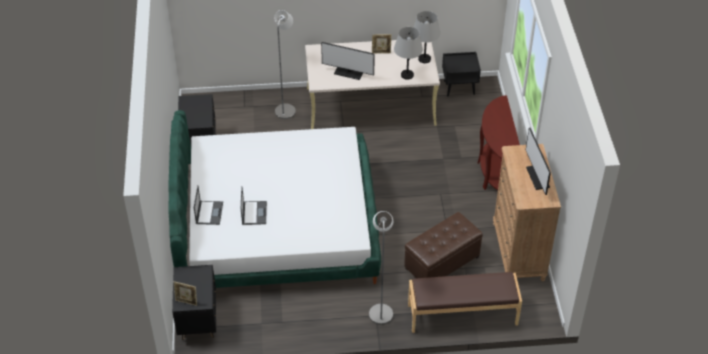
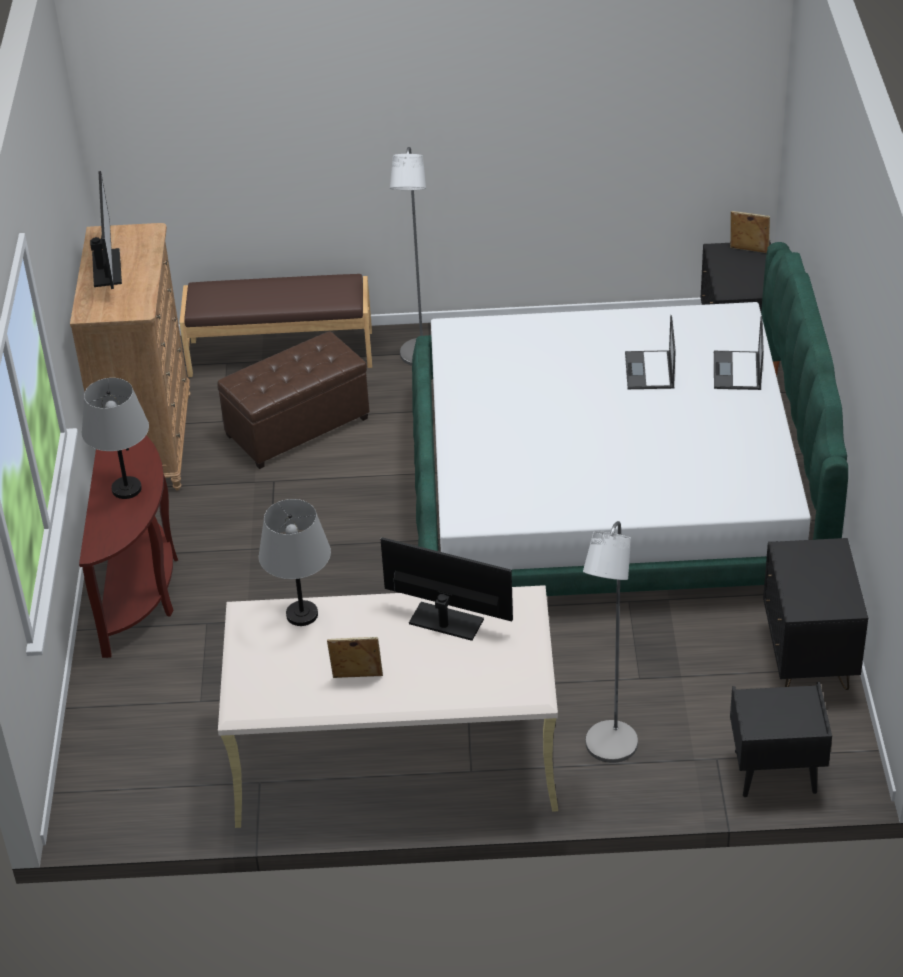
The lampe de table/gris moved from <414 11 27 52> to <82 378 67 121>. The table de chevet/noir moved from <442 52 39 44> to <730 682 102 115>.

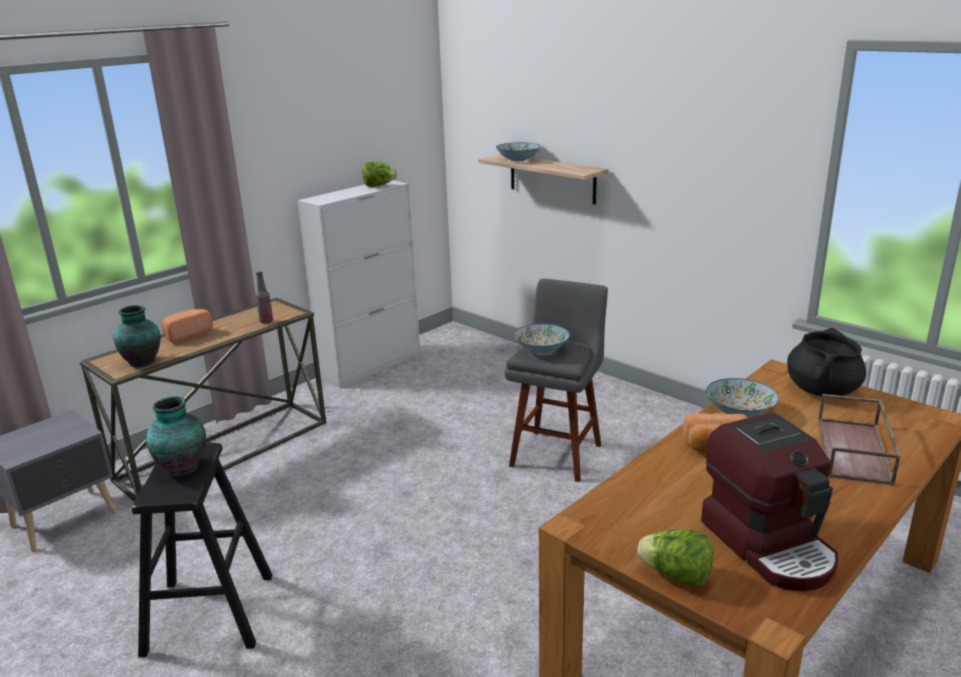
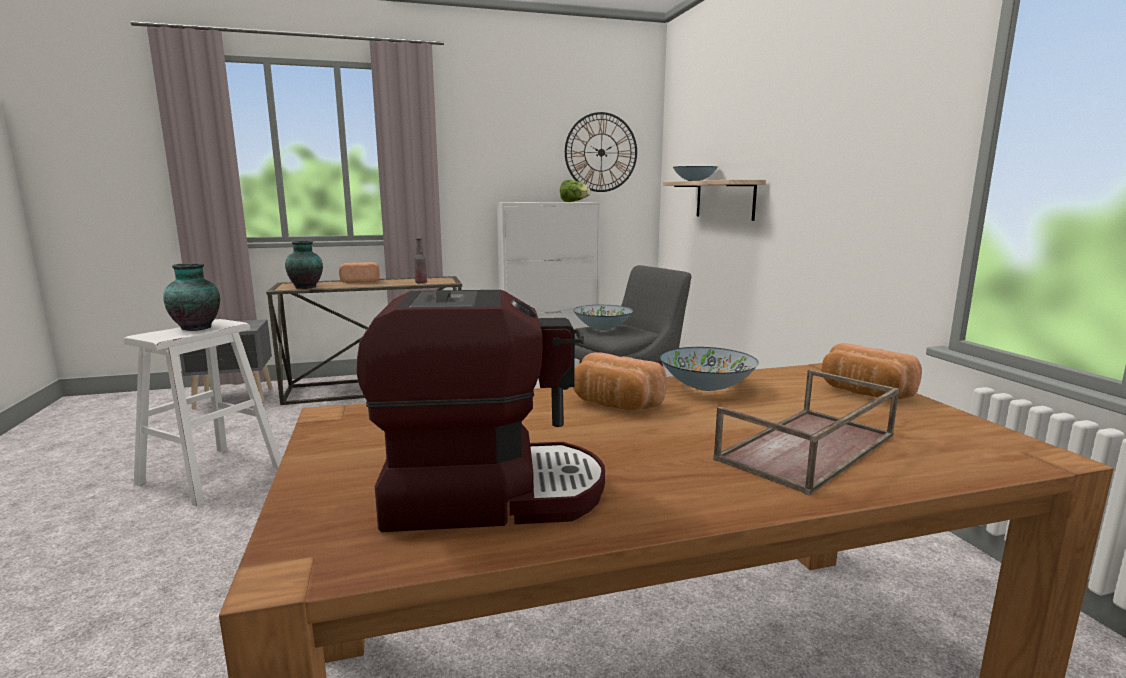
The tabouret/noir at <132 443 140 214> became the tabouret/blanc at <123 319 159 188>. The laitue at <638 530 75 57> disappeared. The machine à café at <701 413 137 178> turned 105 degrees counterclockwise. The marmite/noir at <787 328 79 68> was replaced by the pain at <822 343 100 56>. The horloge murale at <565 112 72 80> appeared.

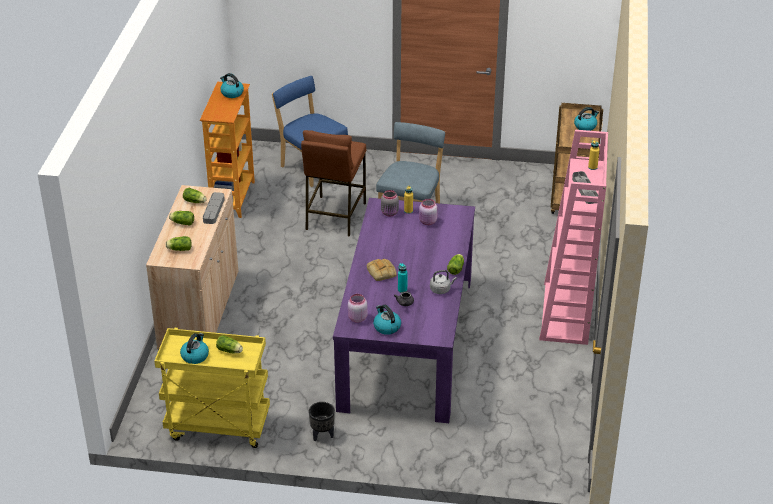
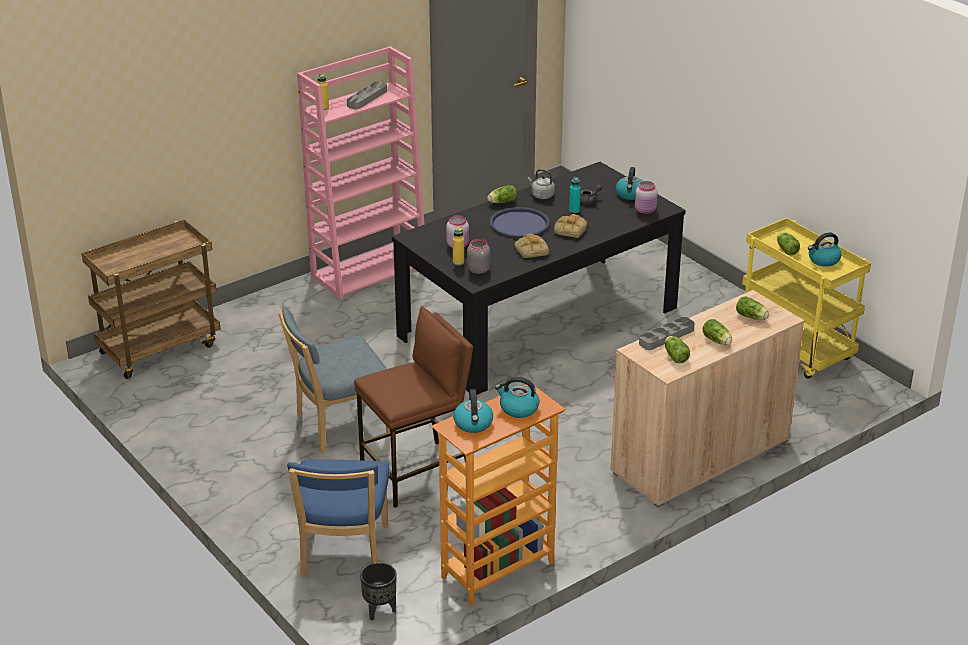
The cache-pot/noir moved from <309 402 26 39> to <360 562 37 59>. The table à manger/violet at <333 198 142 225> became the table à manger/noir at <392 162 294 233>. The bouilloire moved from <574 107 25 24> to <495 377 45 41>. The plateau/bleu at <490 207 60 31> appeared. The pain at <515 234 34 24> appeared.

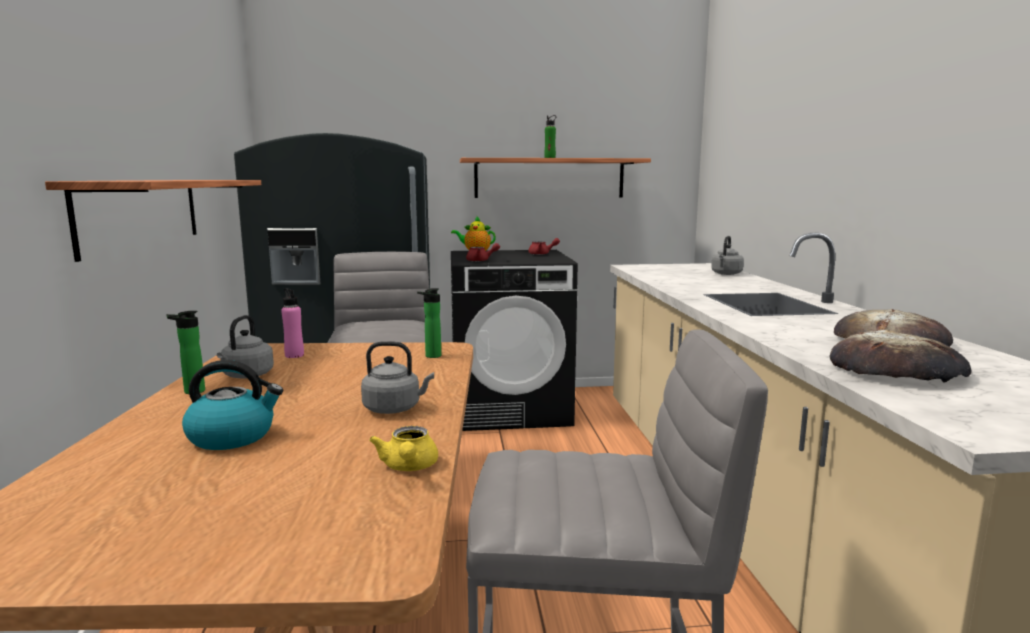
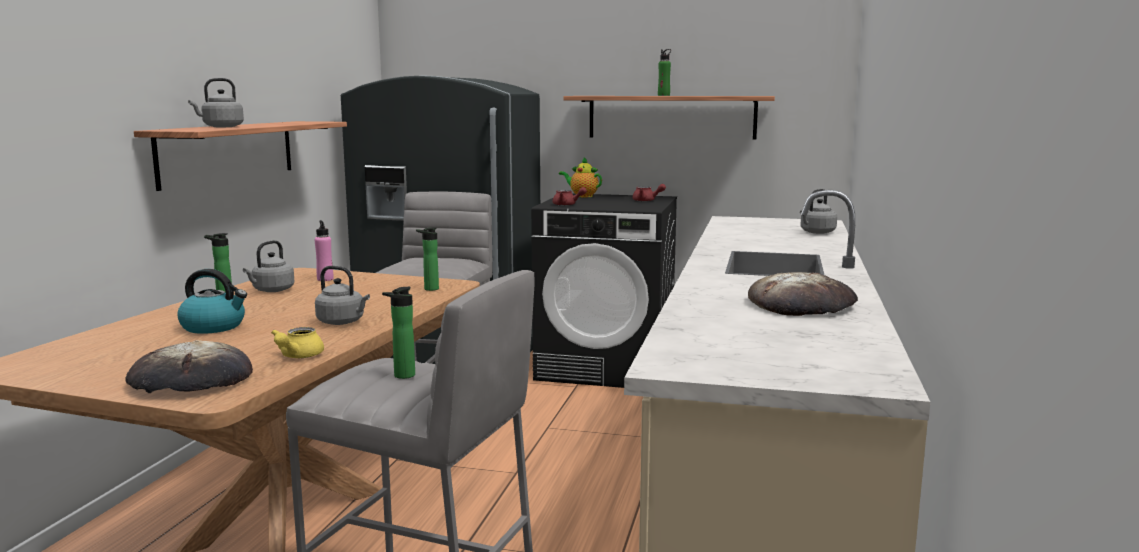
The pain moved from <830 330 142 52> to <125 340 128 53>. The bouilloire/gris at <188 78 56 49> appeared. The bouteille at <382 287 33 92> appeared.

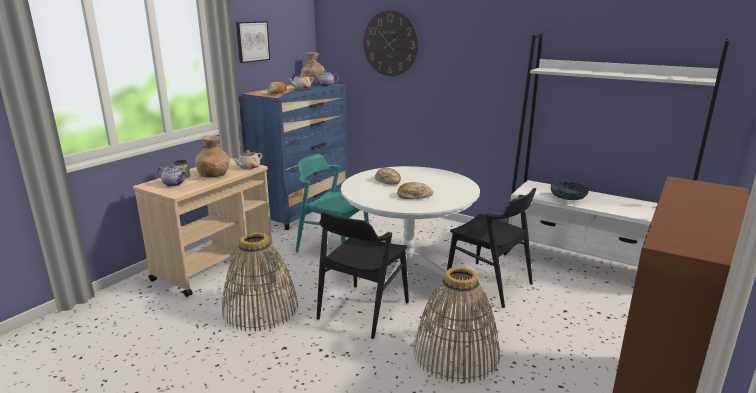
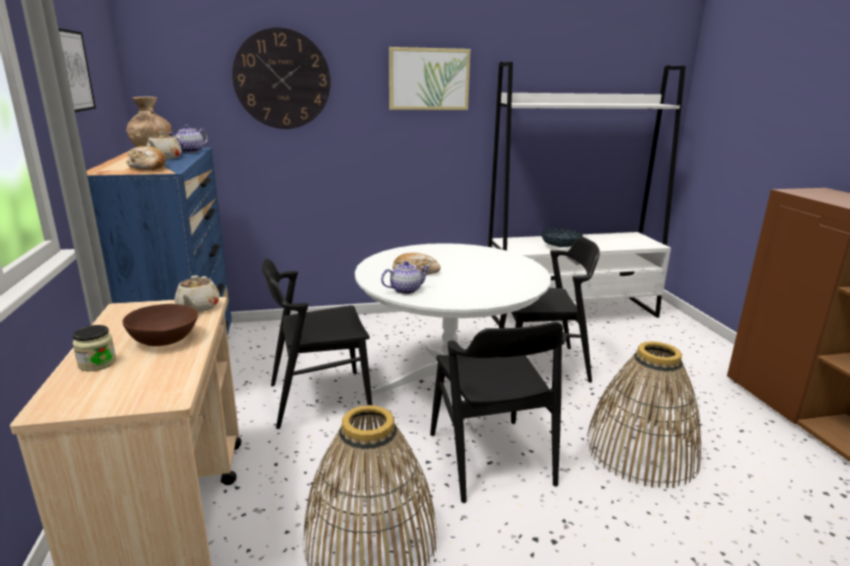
The théière moved from <157 164 29 23> to <381 261 49 33>. The vase/marron at <195 136 35 42> was replaced by the bol/marron at <123 304 75 42>. The chaise/turquoise at <296 154 73 99> became the chaise/noir at <262 258 110 171>. The pain at <397 182 36 17> disappeared. The tableau at <389 47 82 63> appeared.

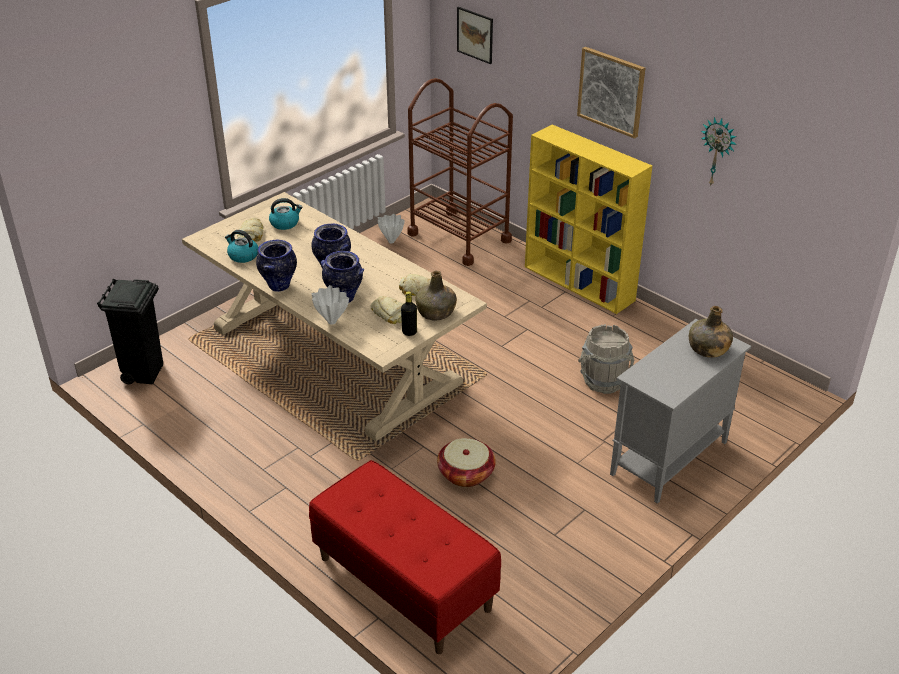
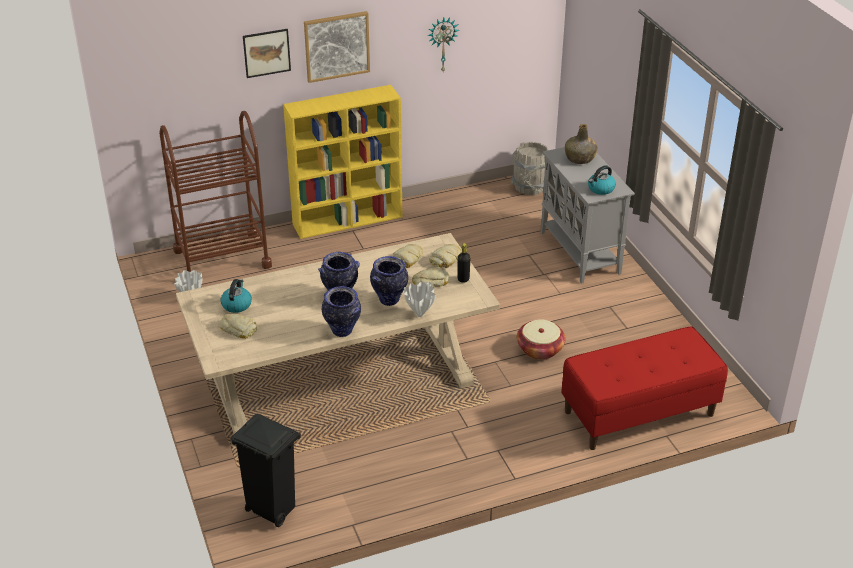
The bouilloire moved from <225 230 33 33> to <588 165 28 30>. The bouteille/vert at <416 271 41 50> was replaced by the pain at <429 244 32 24>. The tableau moved from <457 7 36 57> to <243 29 48 49>. The seau/gris moved from <578 324 56 70> to <511 142 37 53>.

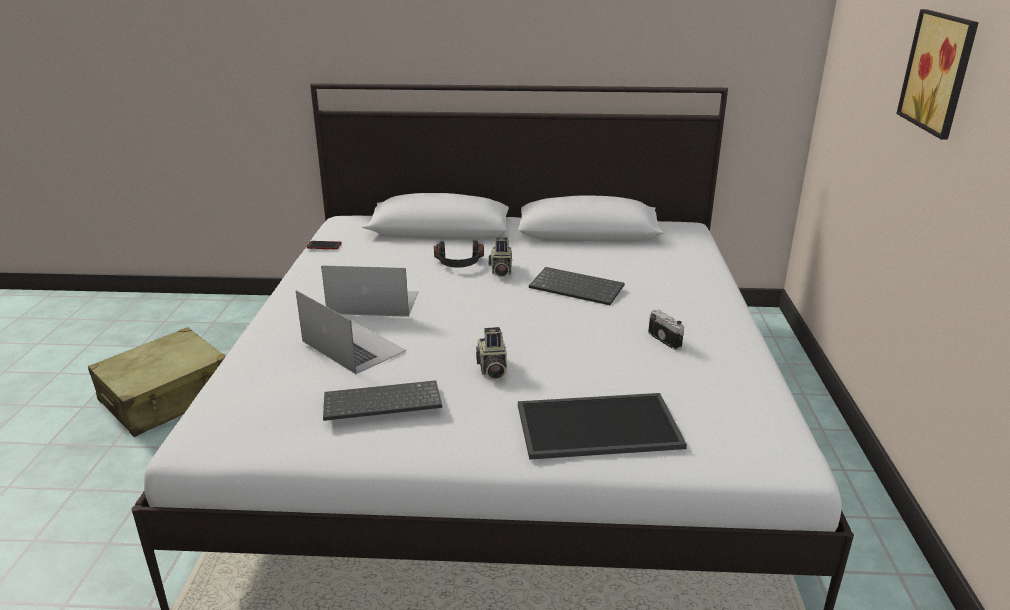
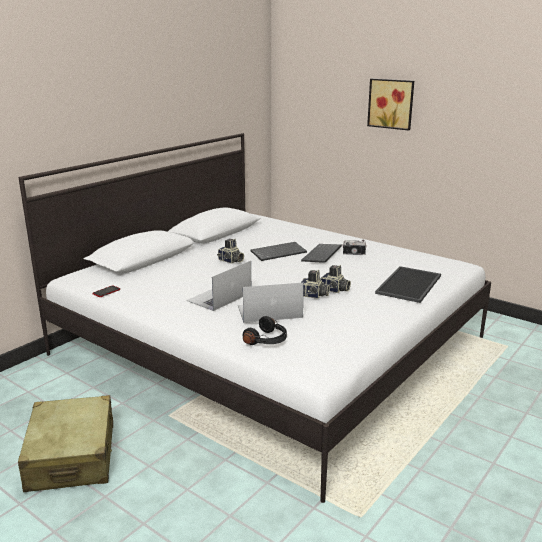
The clavier moved from <323 380 119 41> to <301 244 41 19>. The casque audio/noir moved from <434 240 50 28> to <243 316 44 29>. The appareil photo at <301 270 29 29> appeared.

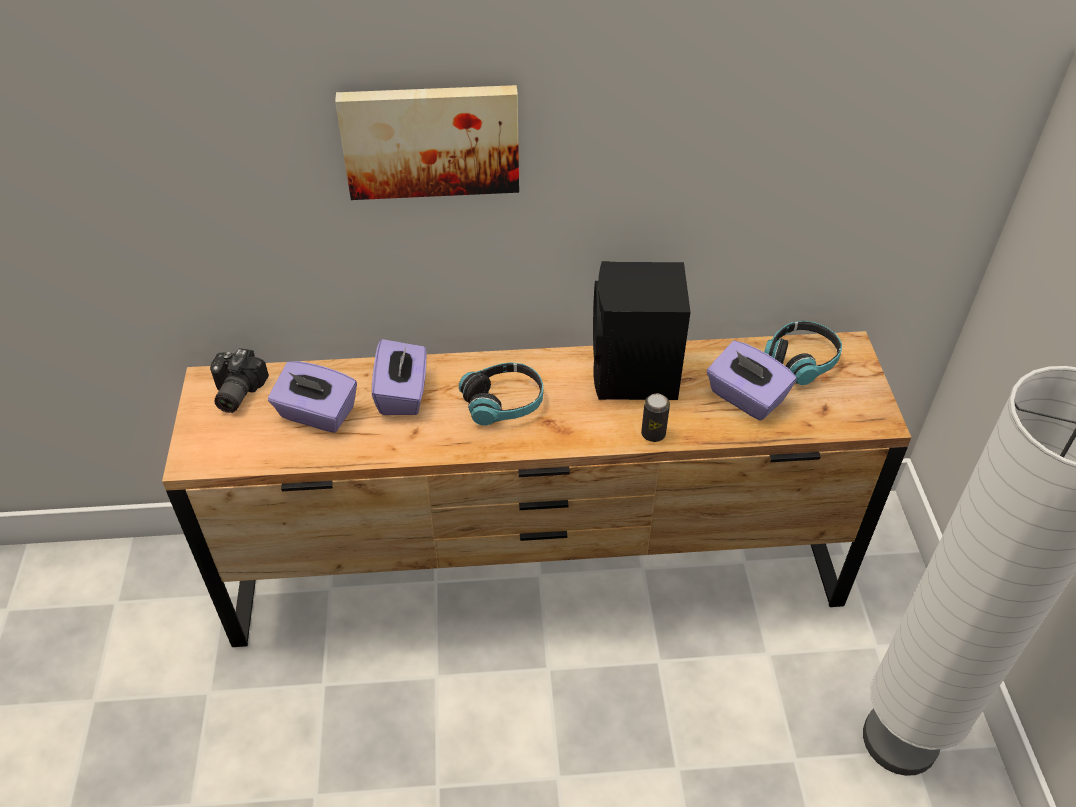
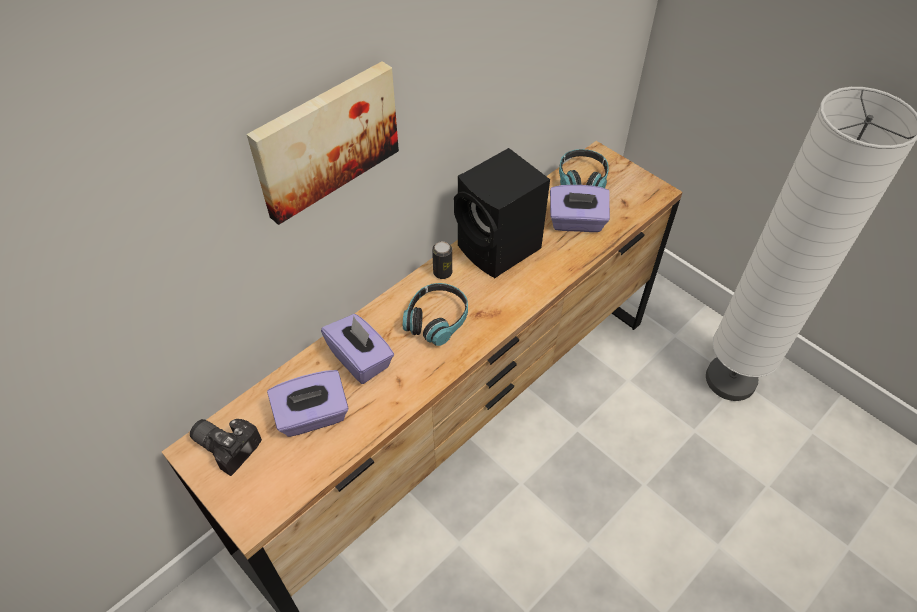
The appareil photo at <210 348 59 65> turned 150 degrees clockwise. The boîte métallique moved from <641 394 29 48> to <432 241 20 38>.

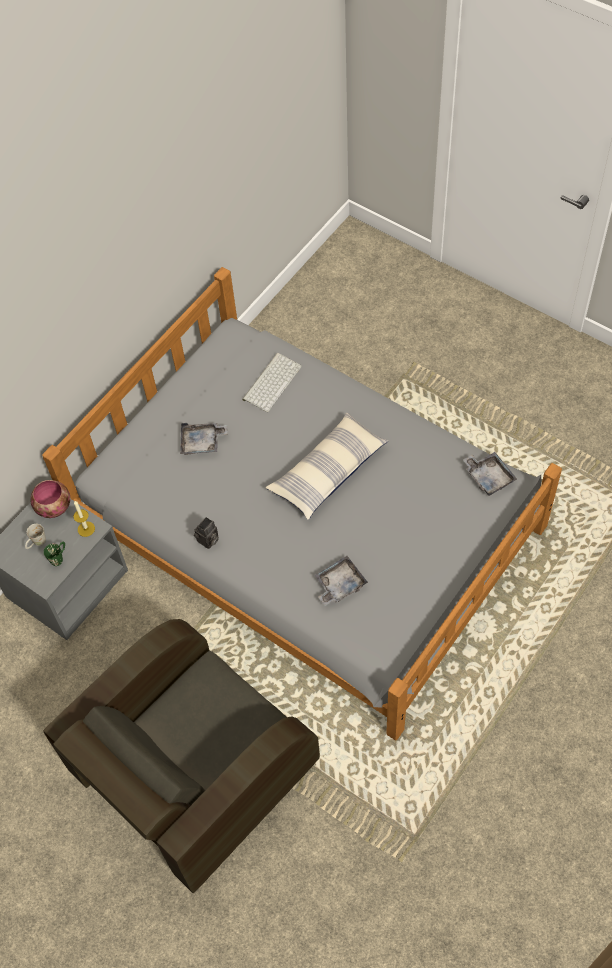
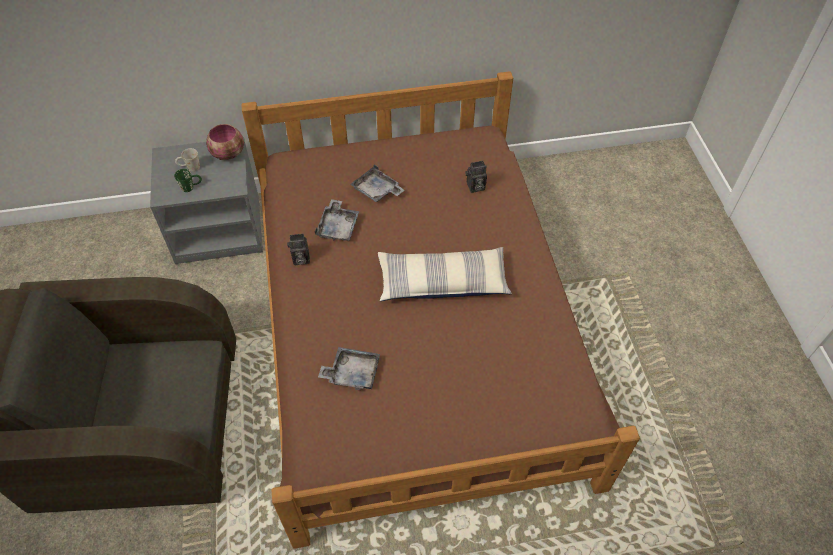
The lit/gris at <42 267 520 474> became the lit/marron at <241 71 399 478>. The bougie at <74 501 21 36> disappeared. The clavier at <242 353 60 59> was replaced by the appareil photo at <465 160 22 33>. The plateau/gris moved from <463 452 54 44> to <315 199 44 42>.

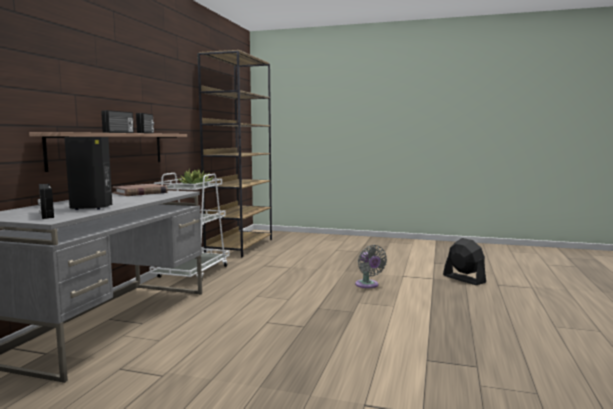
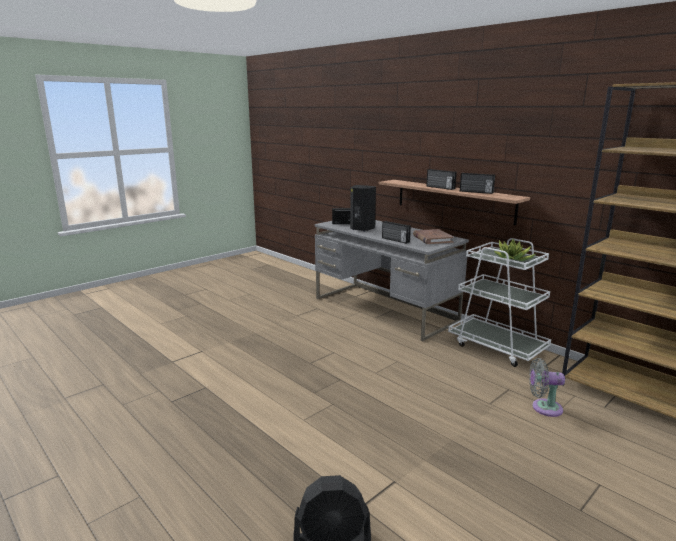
The ventilateur/gris moved from <355 245 32 43> to <529 358 36 59>. The radio at <382 221 29 23> appeared.

